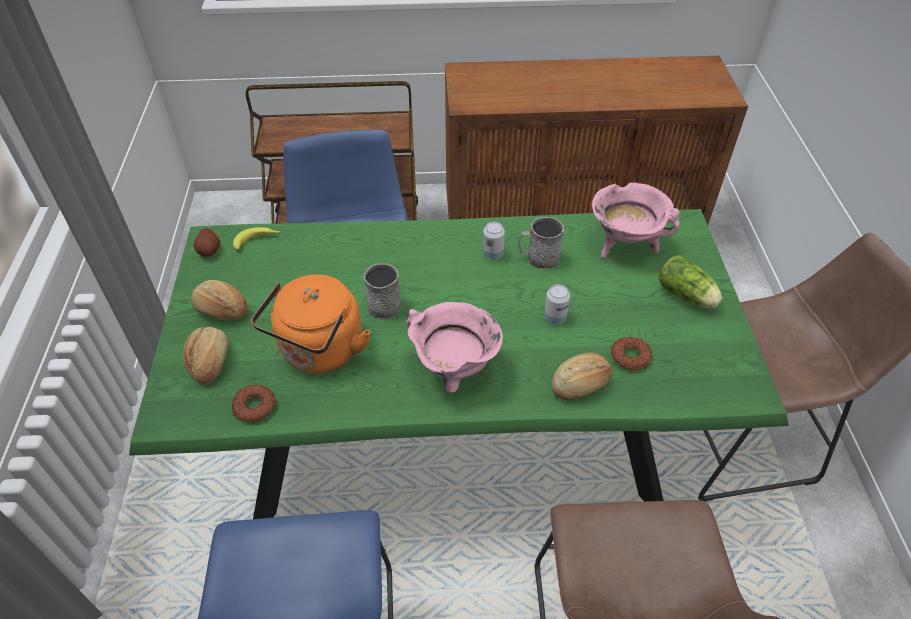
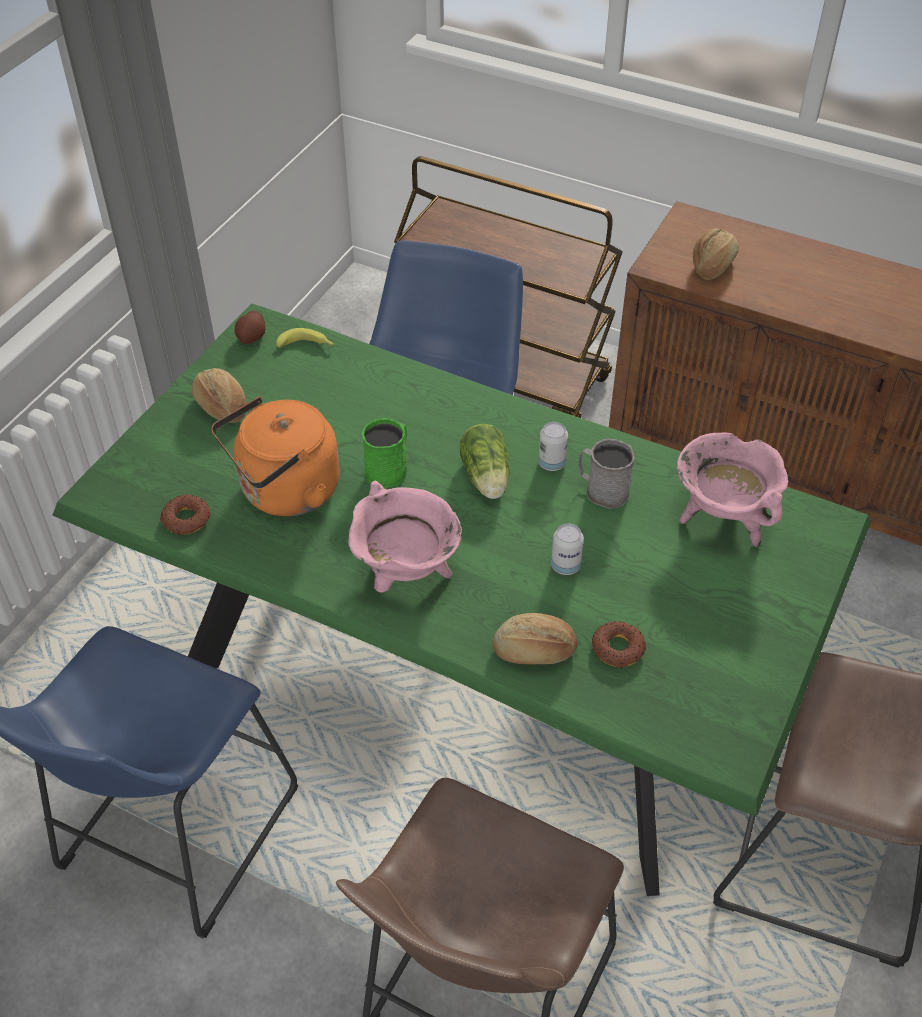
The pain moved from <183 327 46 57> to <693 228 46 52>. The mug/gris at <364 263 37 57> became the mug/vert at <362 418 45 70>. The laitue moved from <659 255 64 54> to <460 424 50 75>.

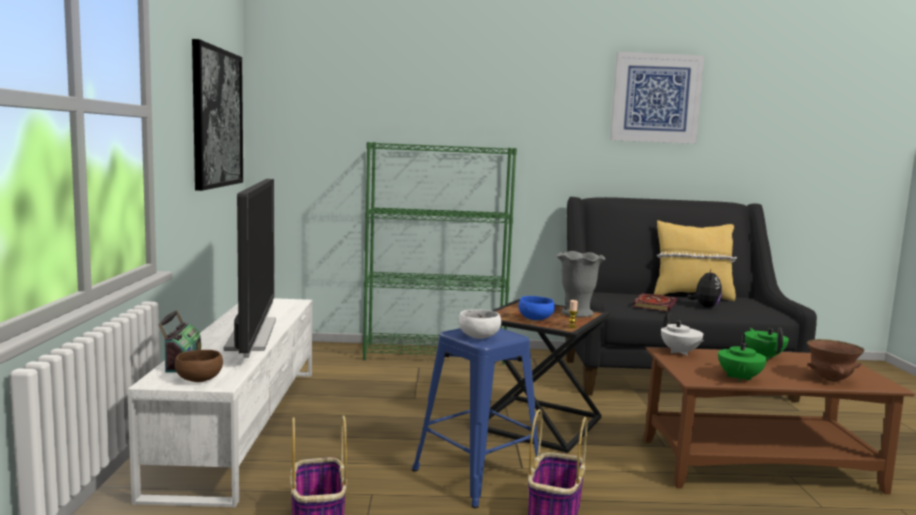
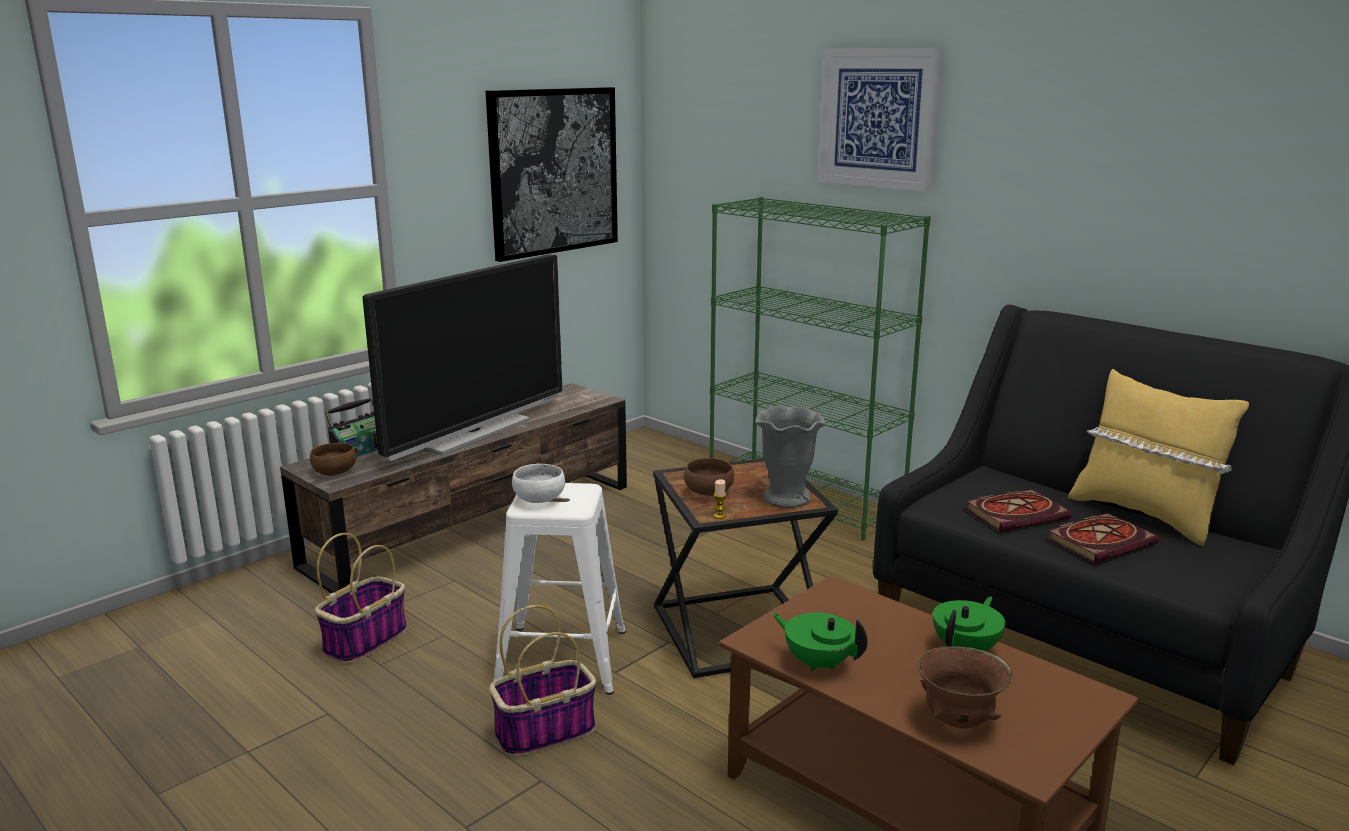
The meuble télé/blanc at <127 298 185 210> became the meuble télé/marron at <280 383 347 210>. The tabouret/bleu at <412 328 128 180> became the tabouret/blanc at <493 483 133 212>. The bol/bleu at <519 296 36 24> became the bol/marron at <684 458 50 38>. The tableau moved from <610 52 94 92> to <818 48 126 144>. The théière/blanc at <661 312 43 44> disappeared. The peluche at <687 268 35 39> was replaced by the livre at <1046 513 113 50>. The théière/vert at <718 334 49 48> turned 60 degrees clockwise.

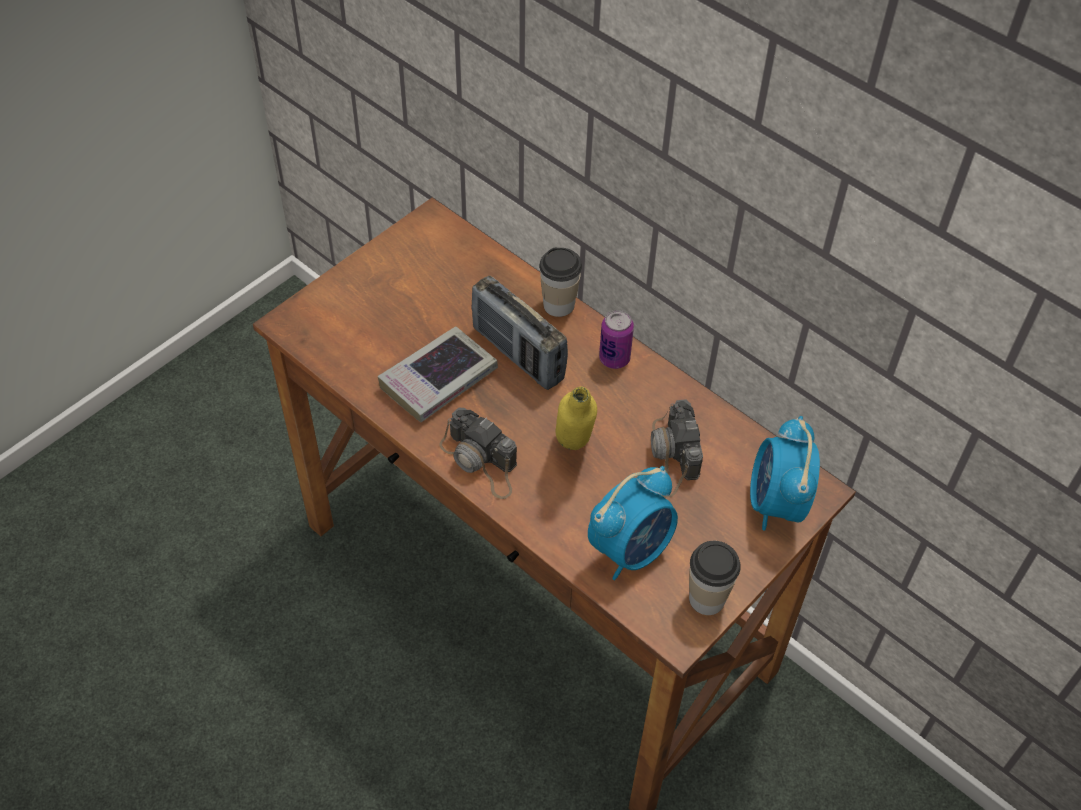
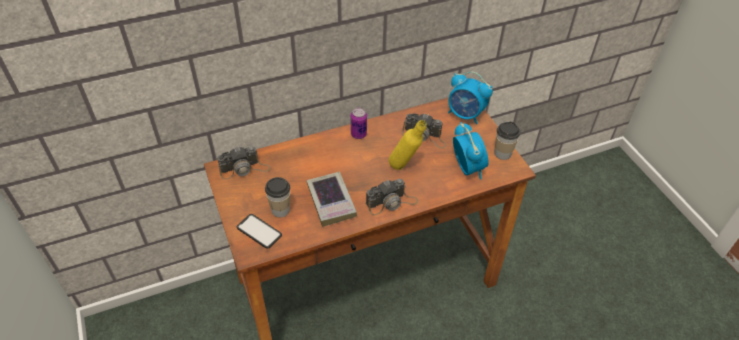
The radio at <471 276 97 114> disappeared. The tasse moved from <539 248 43 69> to <265 177 25 40>. The appareil photo at <217 146 54 34> appeared. The téléphone at <237 214 45 35> appeared.

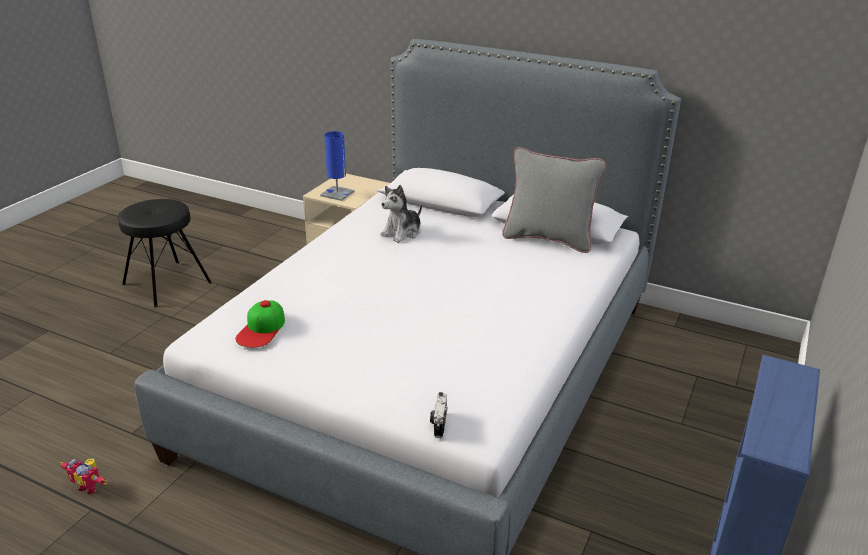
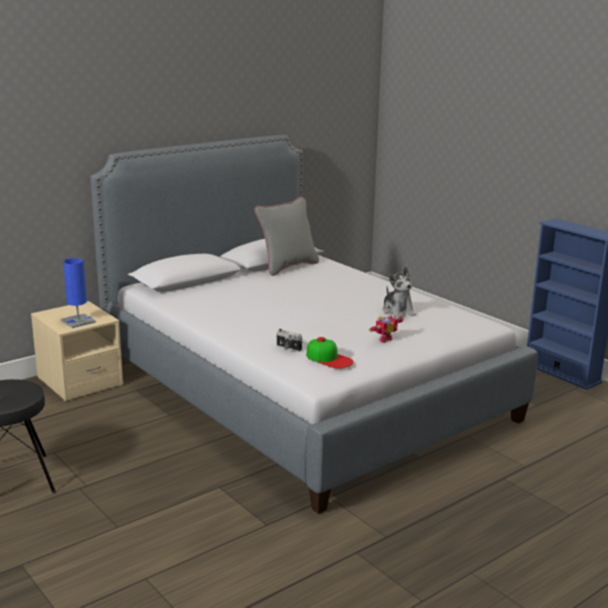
The robot jouet moved from <59 459 49 36> to <369 313 35 30>. The peluche moved from <381 185 41 58> to <382 267 34 51>. The appareil photo moved from <430 392 18 46> to <276 329 27 23>.

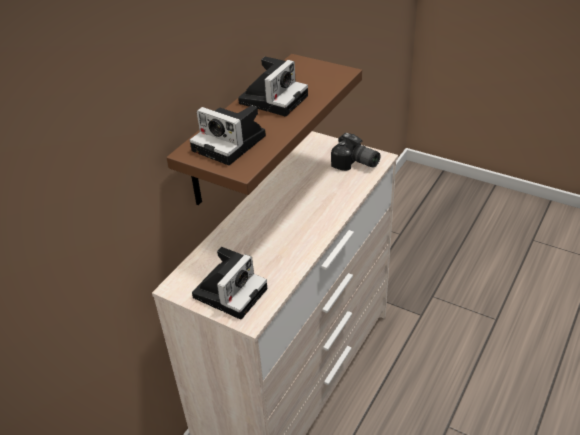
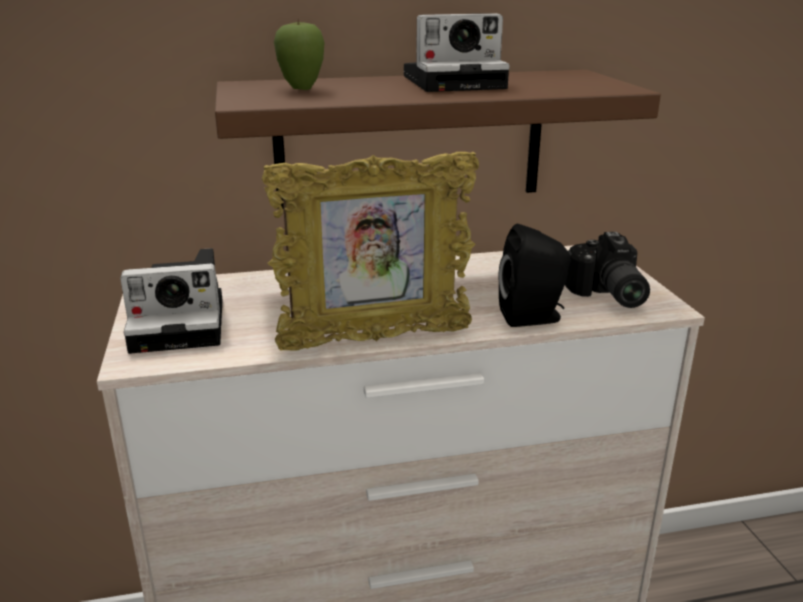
The appareil photo at <190 105 76 60> was replaced by the pomme at <274 19 50 71>. The cadre photo at <262 152 217 199> appeared. The enceinte/noir at <498 224 72 103> appeared.

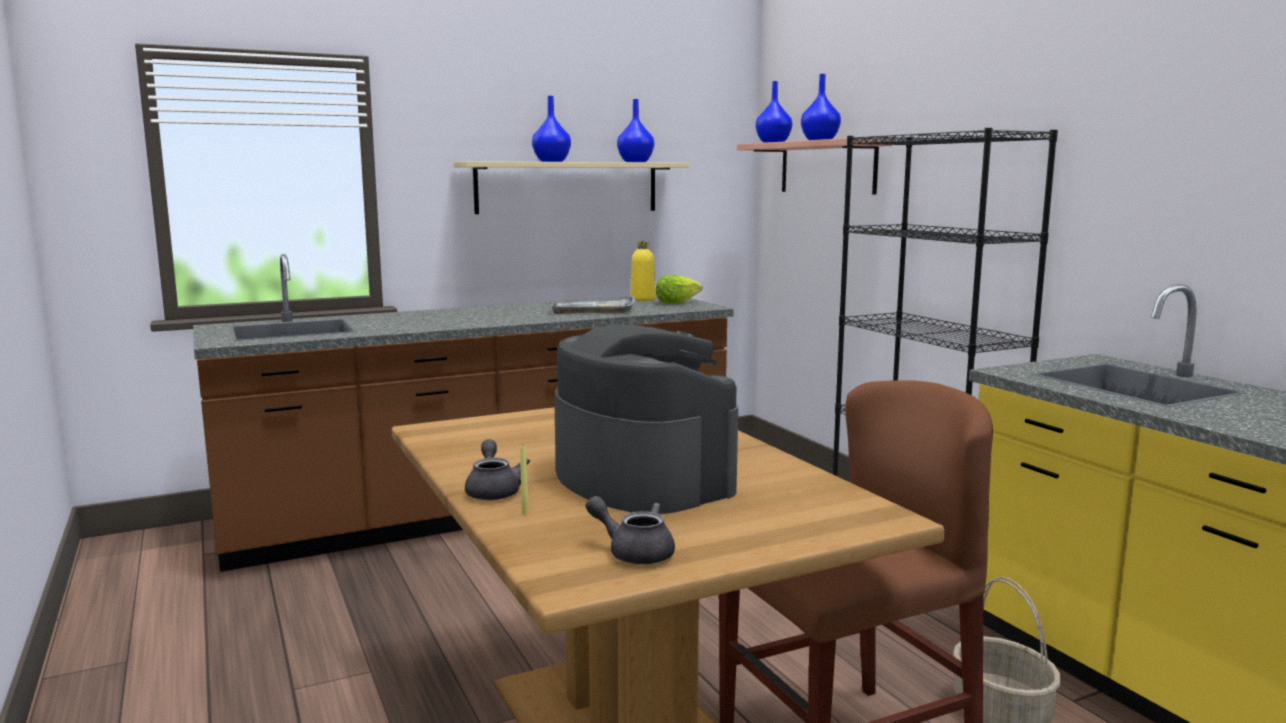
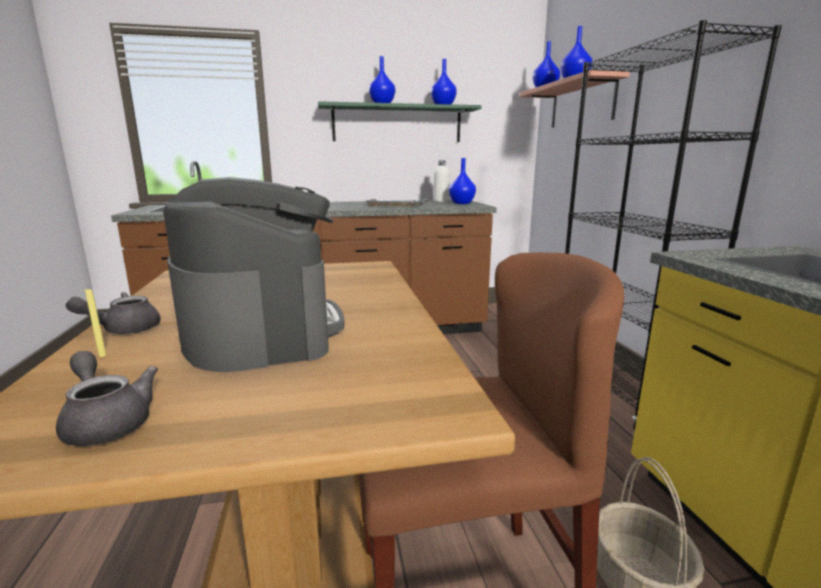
The étagère/beige at <454 161 236 53> became the étagère/vert at <318 101 164 41>. The théière/gris at <465 439 65 61> turned 120 degrees counterclockwise. The bouteille/jaune at <630 241 25 60> became the bouteille/blanc at <433 160 17 42>. The laitue at <656 275 47 29> was replaced by the vase/bleu at <449 158 27 46>.

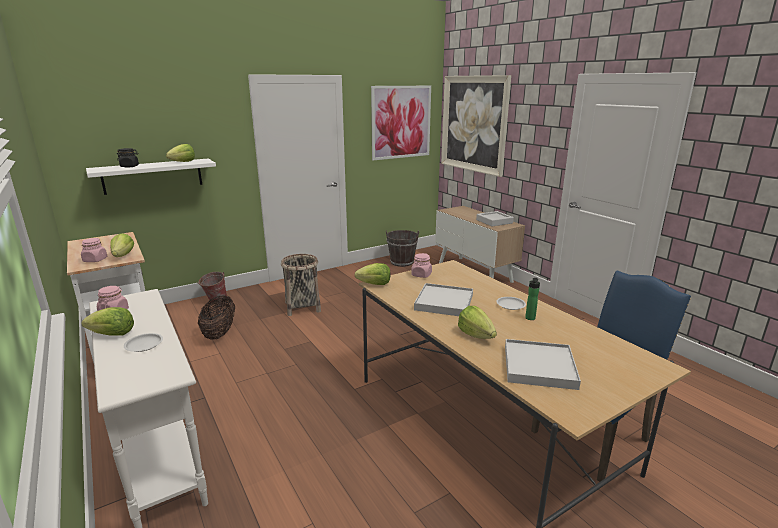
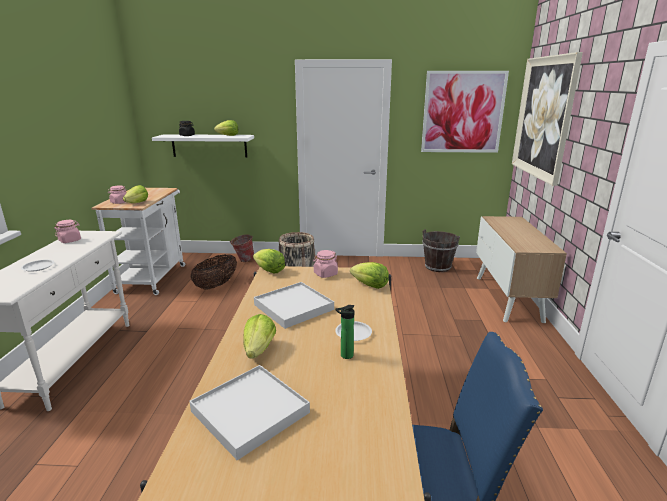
The laitue moved from <81 307 53 29> to <350 262 39 27>. The plateau/gris at <476 211 38 15> disappeared.

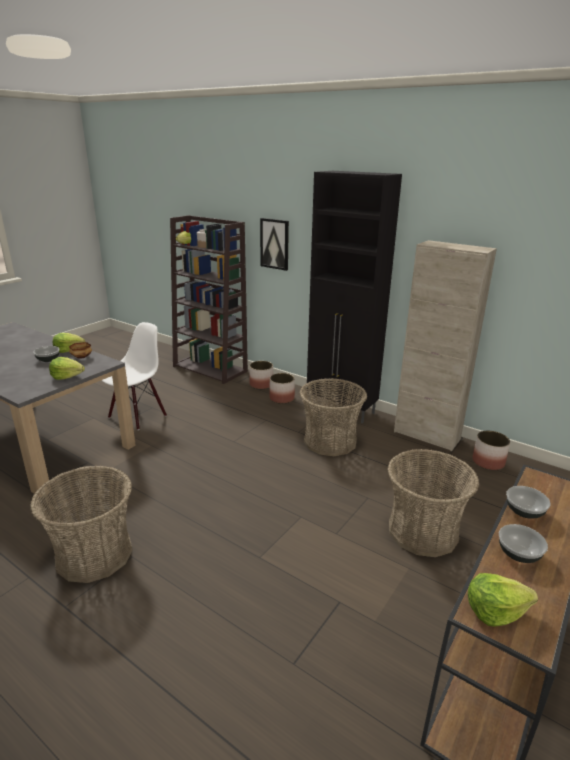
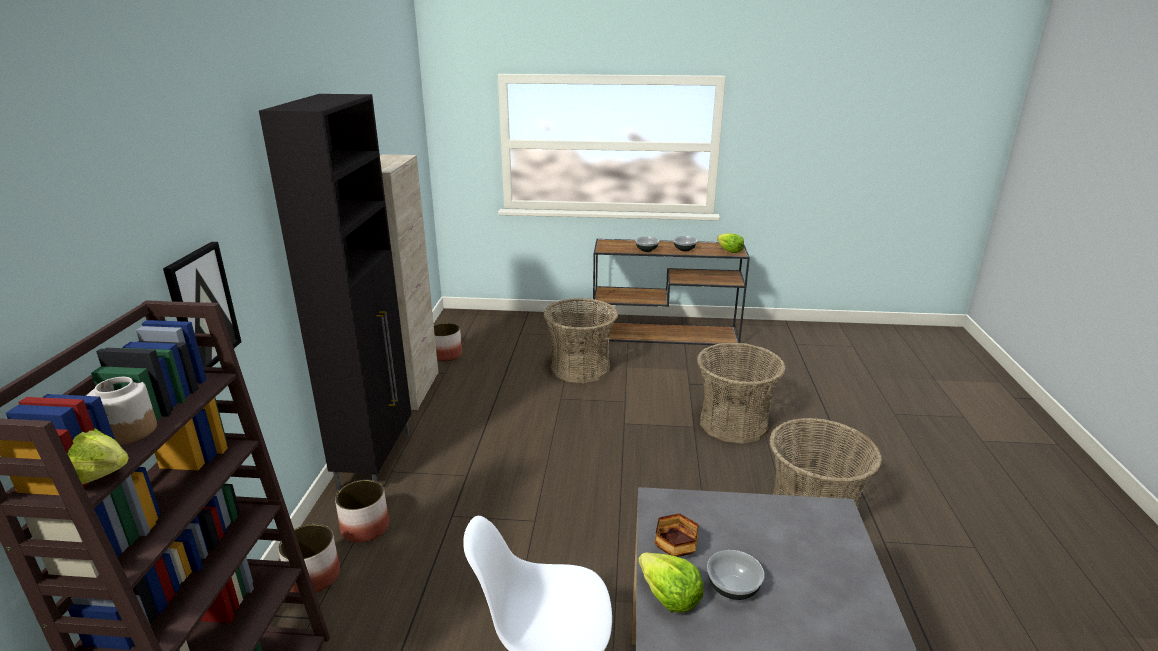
The laitue at <49 357 36 23> disappeared. The panier moved from <300 379 67 77> to <697 343 89 101>.

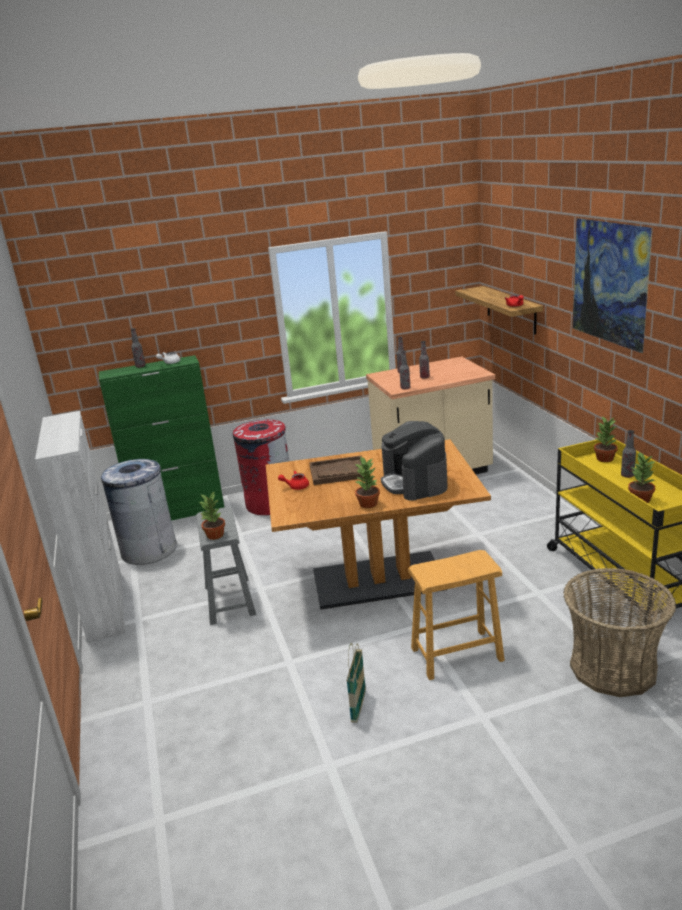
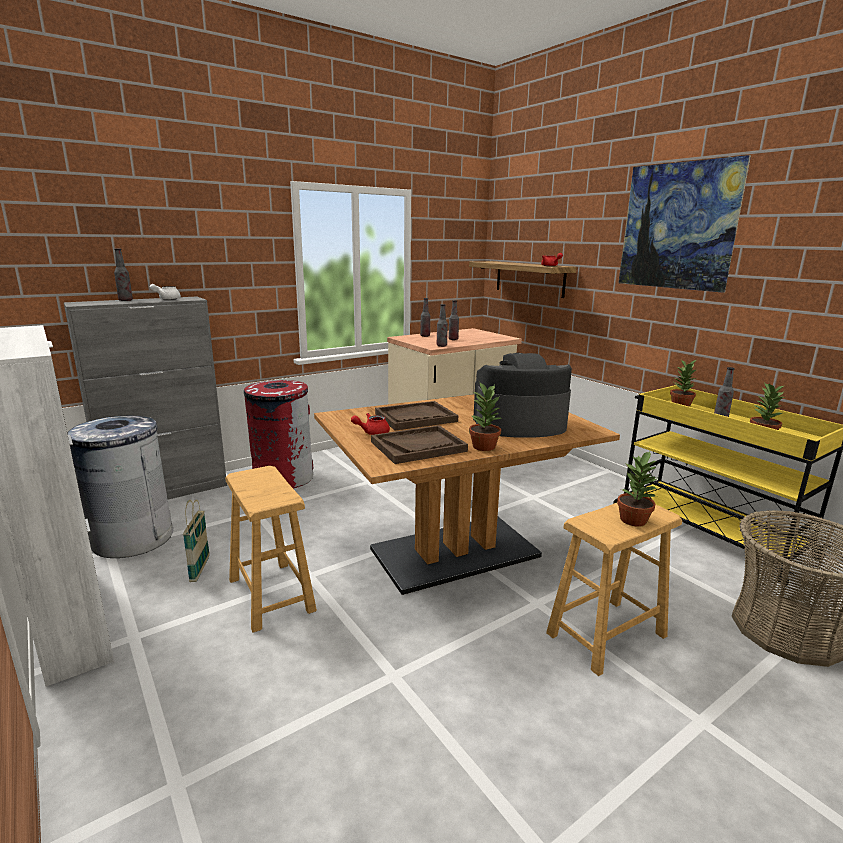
The meuble de rangement/vert at <99 355 125 166> became the meuble de rangement/gris at <63 297 164 203>. The tabouret/gris at <196 507 60 118> became the tabouret/marron at <225 466 92 167>. The plante en pot moved from <199 492 26 48> to <617 451 41 76>. The panier moved from <347 643 19 80> to <183 499 27 83>. The machine à café at <381 421 67 80> turned 120 degrees clockwise. The plateau/marron at <371 425 97 39> appeared.

